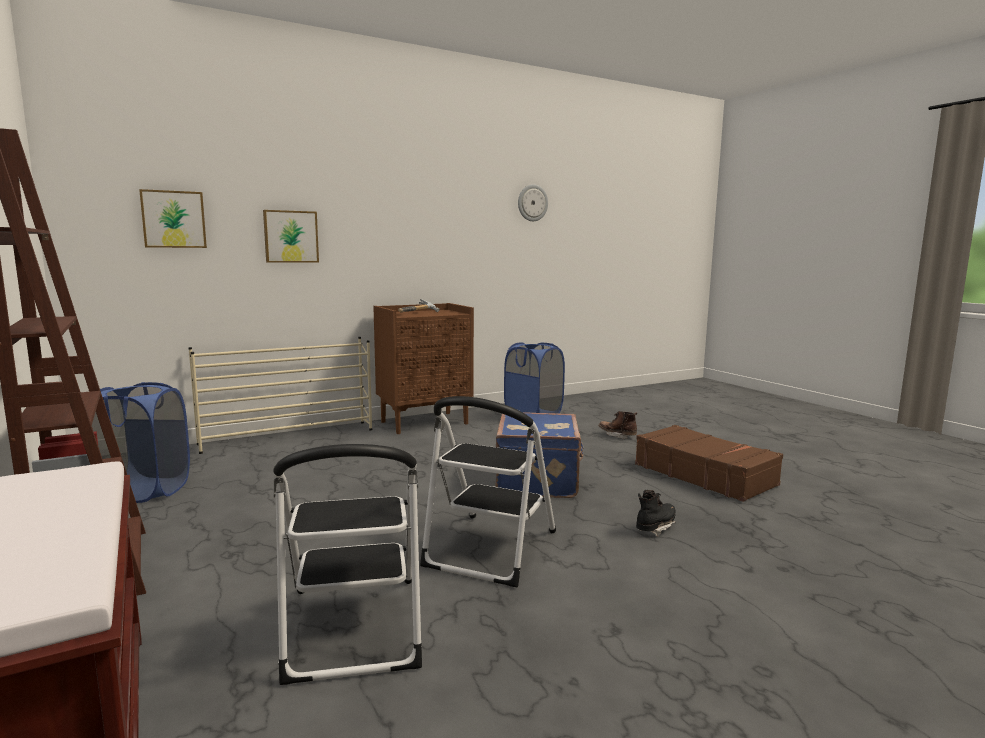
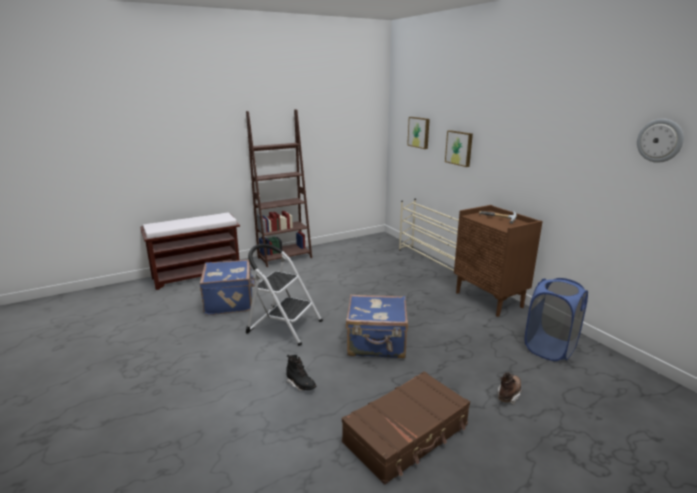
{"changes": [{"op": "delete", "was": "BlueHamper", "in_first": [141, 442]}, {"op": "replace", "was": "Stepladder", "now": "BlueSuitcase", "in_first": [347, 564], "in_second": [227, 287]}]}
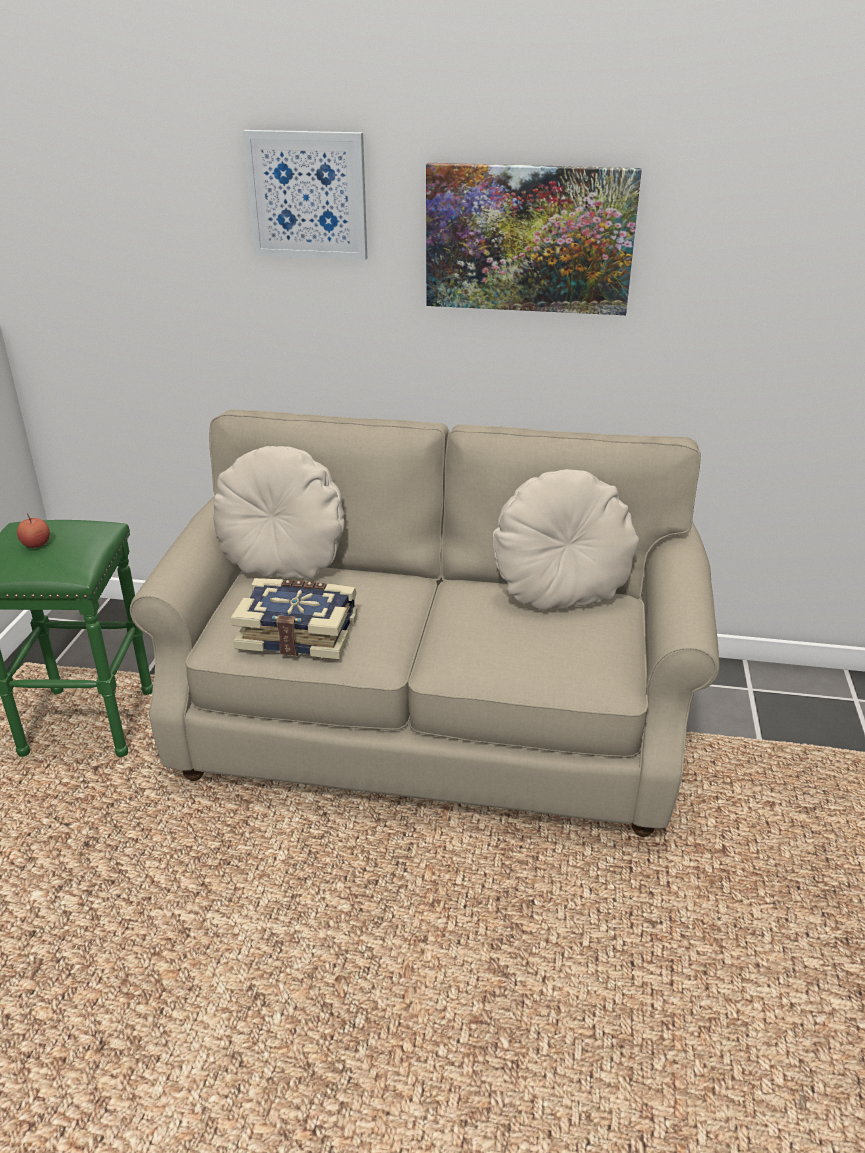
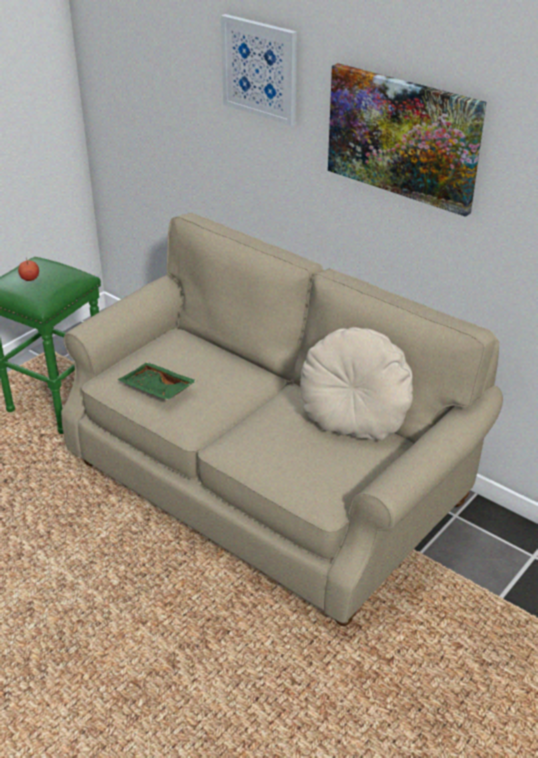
{"changes": [{"op": "delete", "was": "BeigeThrowPillow", "in_first": [279, 512]}, {"op": "replace", "was": "Volume", "now": "GreenServingTray", "in_first": [293, 619], "in_second": [157, 381]}]}
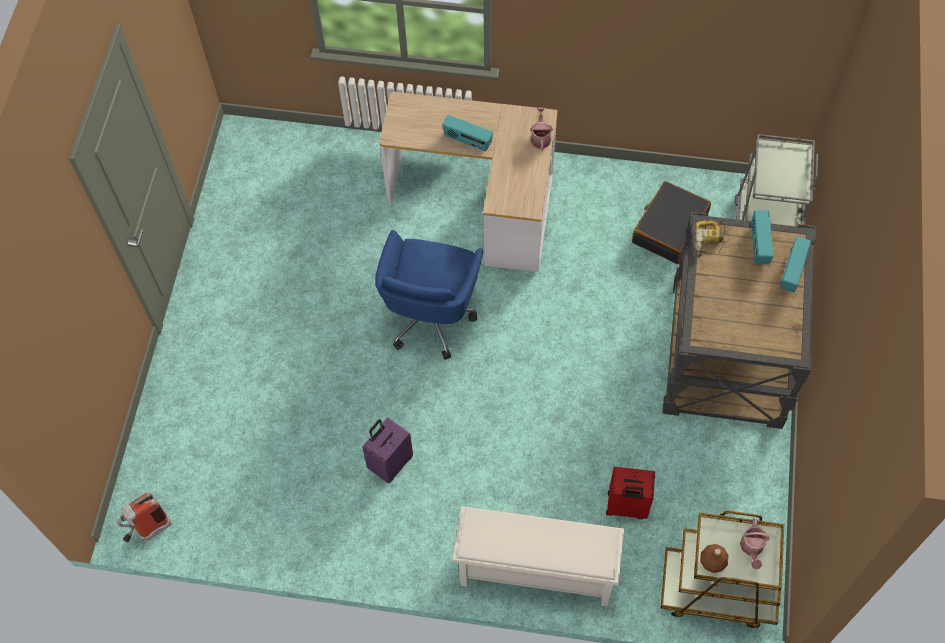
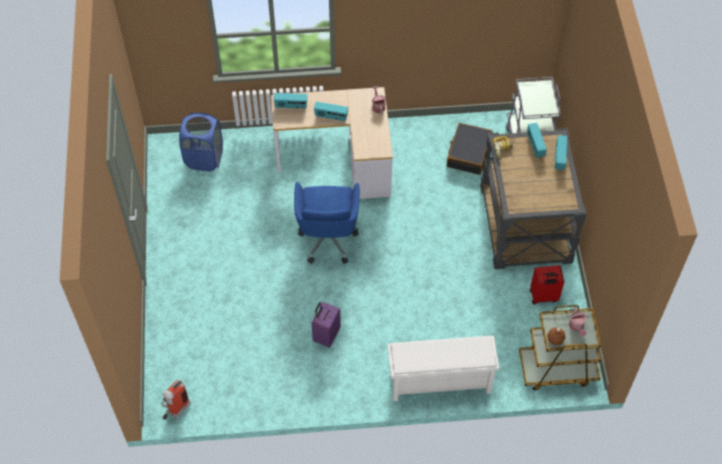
{"changes": [{"op": "insert", "now": "BlueHamper", "in_second": [201, 141]}, {"op": "insert", "now": "RadioReceiver", "in_second": [291, 101]}, {"op": "move", "was": "RedSuitcase", "in_first": [630, 493], "in_second": [547, 284]}]}
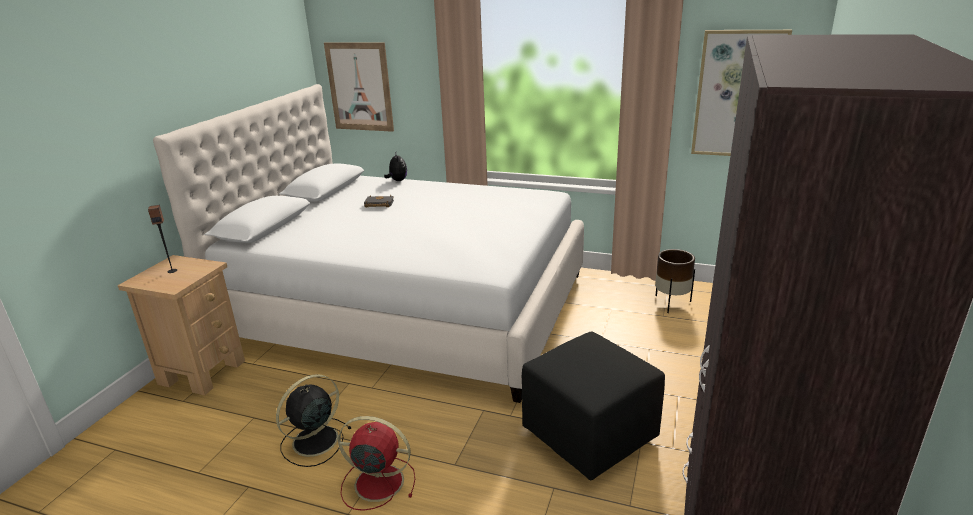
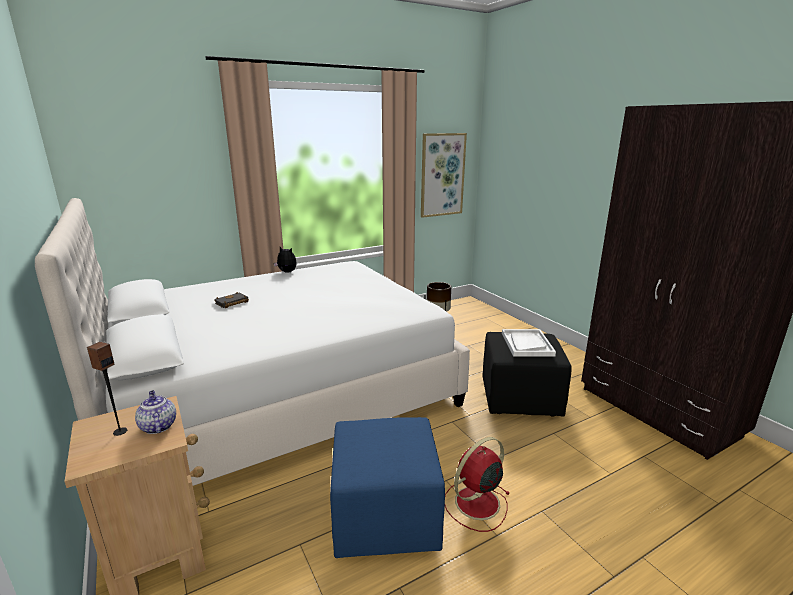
{"changes": [{"op": "delete", "was": "Picture", "in_first": [359, 87]}, {"op": "insert", "now": "TeaPot", "in_second": [155, 412]}, {"op": "insert", "now": "WhiteColouredServingTray", "in_second": [529, 343]}, {"op": "move", "was": "PlushToy", "in_first": [395, 167], "in_second": [285, 260]}, {"op": "replace", "was": "BlackFan", "now": "BluePouffe", "in_first": [313, 420], "in_second": [387, 487]}]}
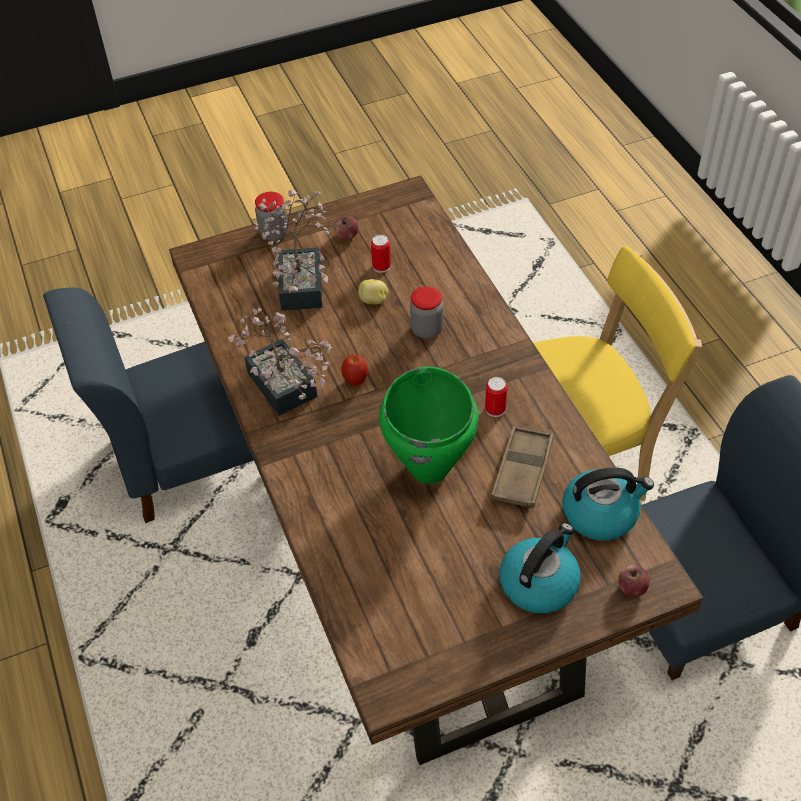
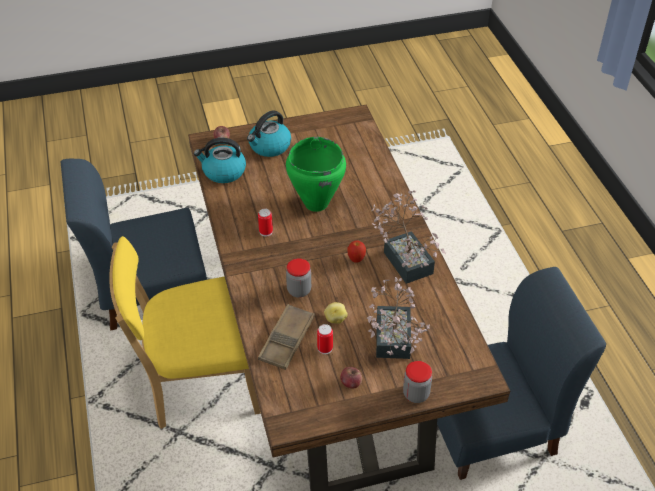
{"changes": [{"op": "move", "was": "BrownServingTray", "in_first": [522, 467], "in_second": [286, 337]}]}
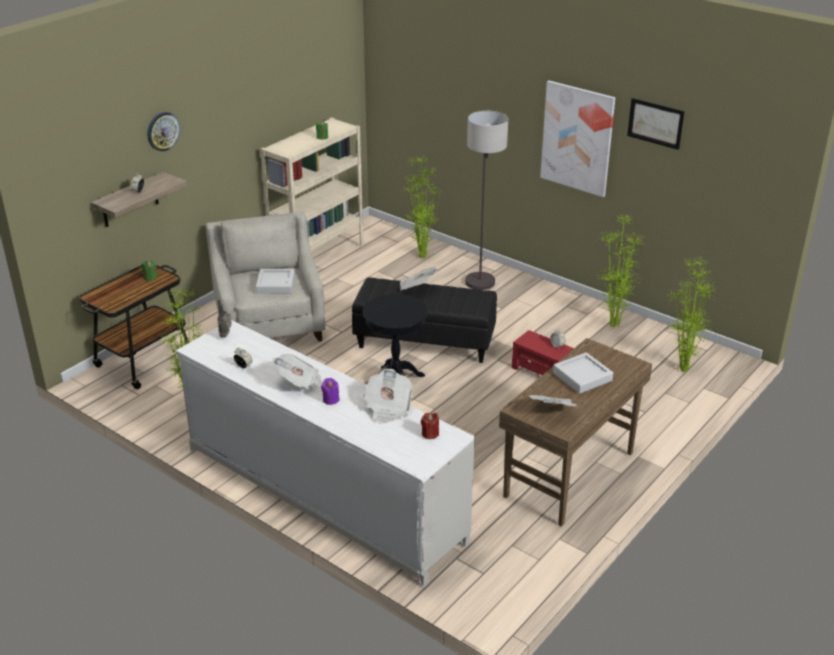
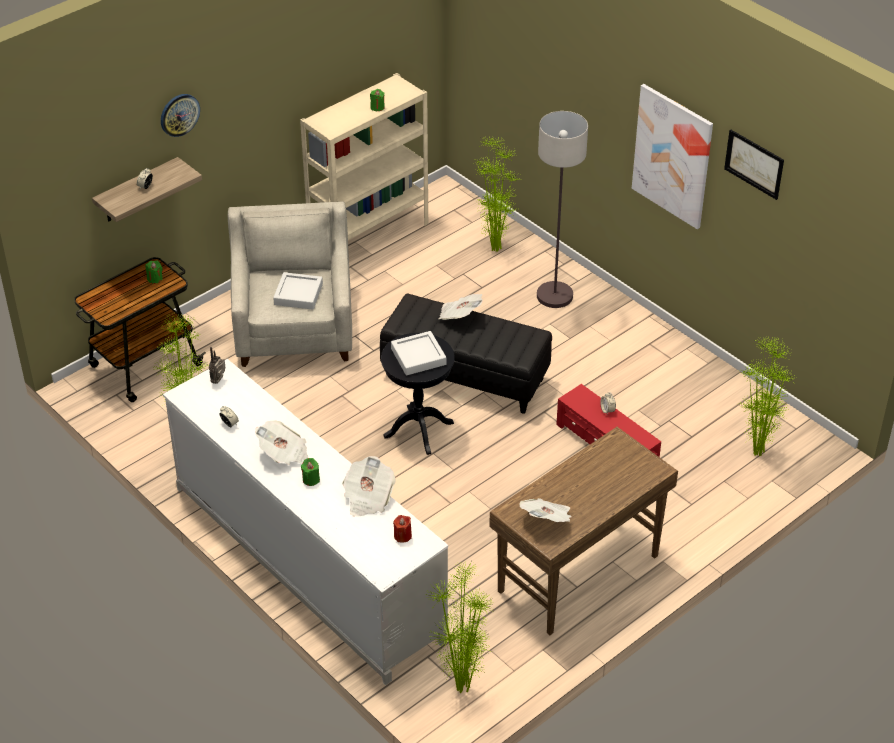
{"changes": [{"op": "move", "was": "GrayServingTray", "in_first": [583, 373], "in_second": [418, 353]}, {"op": "move", "was": "PlantInAPot", "in_first": [621, 271], "in_second": [460, 627]}, {"op": "recolor", "was": "PurplishWaxCandle", "now": "GreenWaxCandle", "in_first": [330, 391], "in_second": [310, 472]}]}
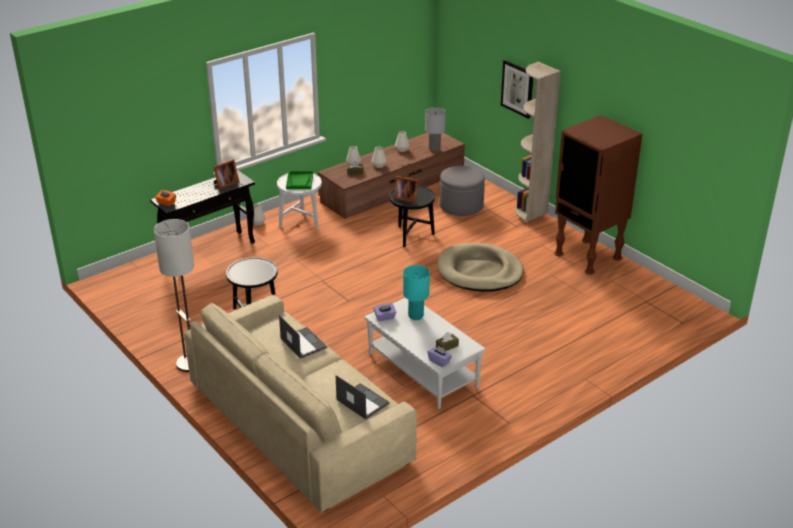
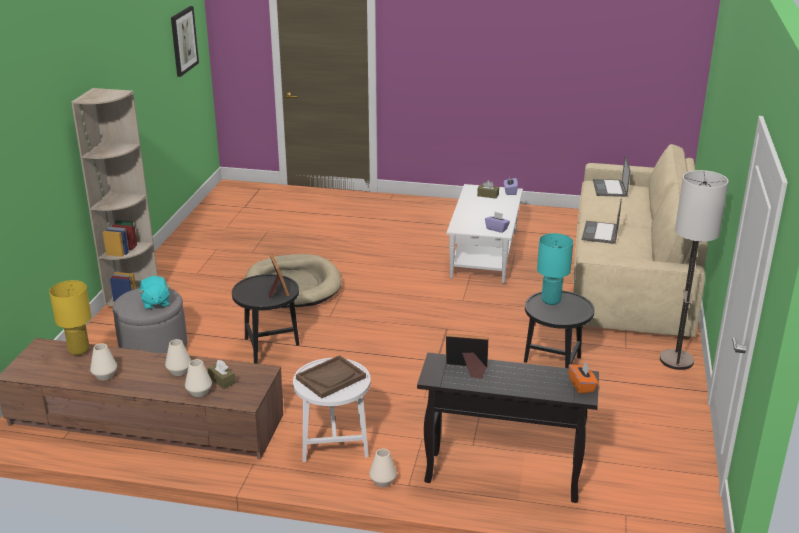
{"changes": [{"op": "delete", "was": "BrownCupboard", "in_first": [598, 195]}, {"op": "insert", "now": "BlueGreenPlushToy", "in_second": [154, 293]}, {"op": "move", "was": "BlueGreenLampForATable", "in_first": [416, 292], "in_second": [555, 269]}, {"op": "move", "was": "Picture", "in_first": [517, 89], "in_second": [185, 41]}, {"op": "recolor", "was": "GreenServingTray", "now": "BrownServingTray", "in_first": [299, 180], "in_second": [331, 377]}, {"op": "recolor", "was": "GrayLampForATable", "now": "YellowColouredLampForATable", "in_first": [435, 129], "in_second": [70, 317]}]}
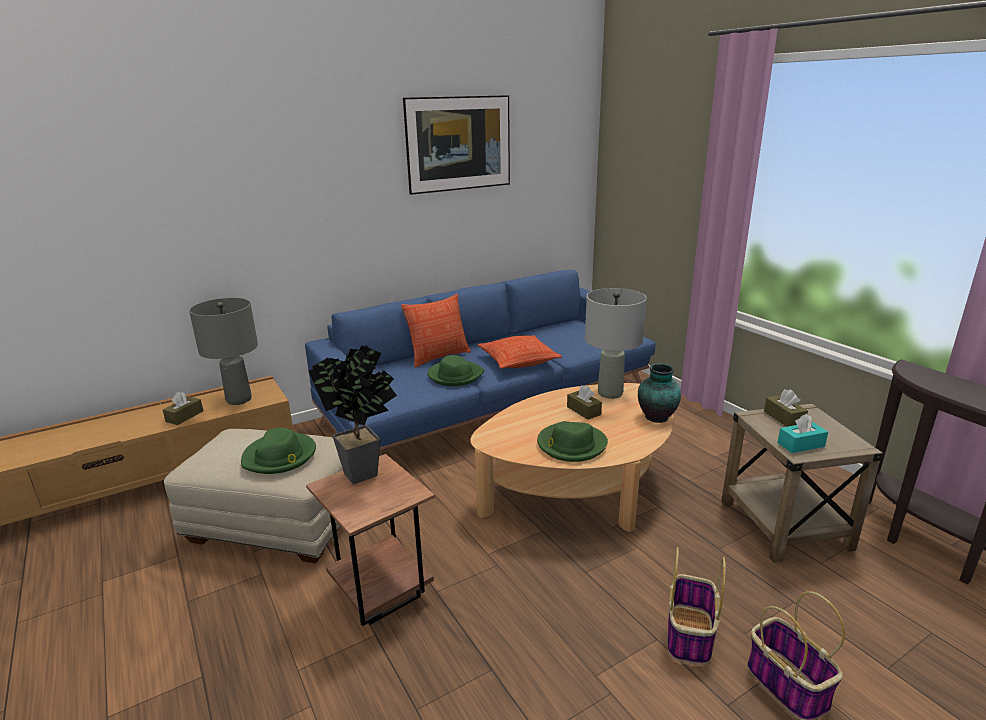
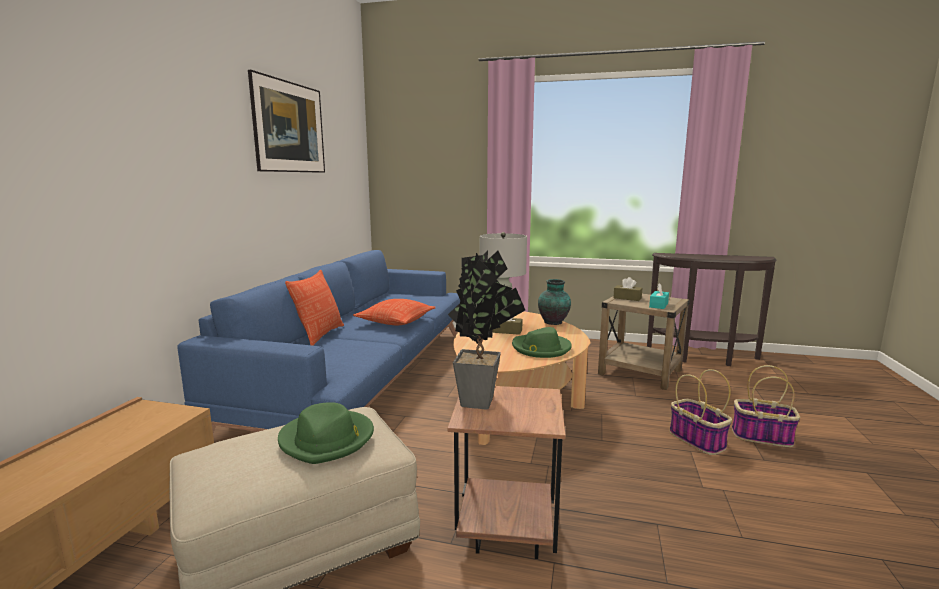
{"changes": [{"op": "delete", "was": "BrownTissueHolder", "in_first": [183, 408]}, {"op": "delete", "was": "GrayLampForATable", "in_first": [223, 351]}, {"op": "delete", "was": "GreenHat", "in_first": [456, 370]}]}
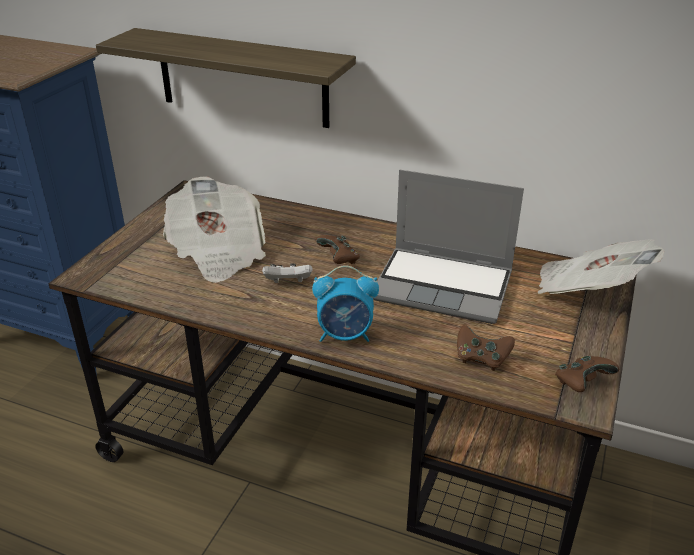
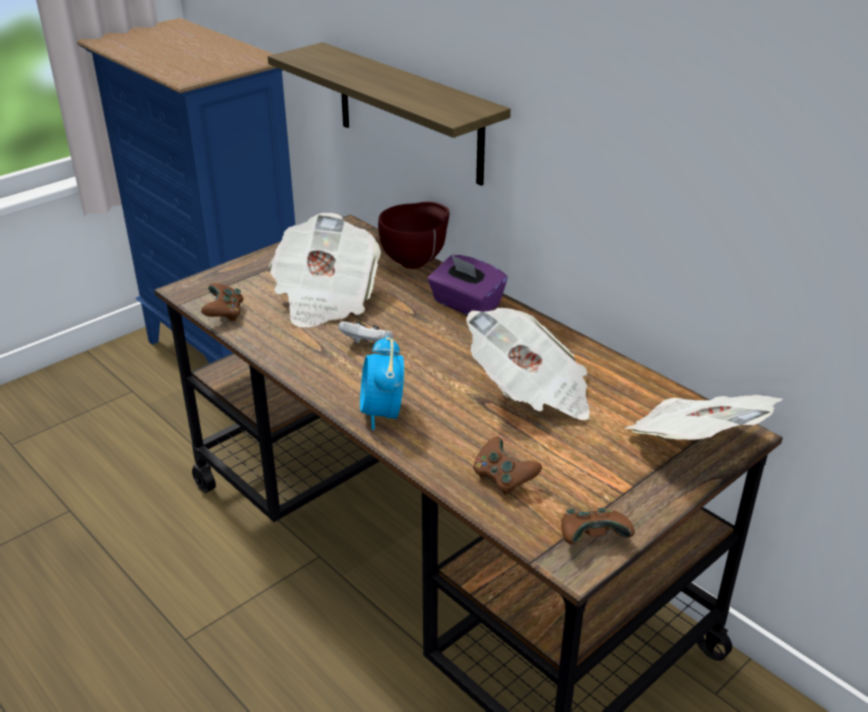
{"changes": [{"op": "insert", "now": "BrownBowl", "in_second": [413, 235]}, {"op": "insert", "now": "PurplishTissueHolder", "in_second": [467, 285]}, {"op": "move", "was": "BrownGameController", "in_first": [338, 249], "in_second": [222, 302]}, {"op": "replace", "was": "PortableComputer", "now": "DailyPaper", "in_first": [448, 247], "in_second": [528, 364]}, {"op": "rotate", "was": "AlarmClock", "in_first": [345, 303], "in_second": [382, 382], "clockwise": 60}]}
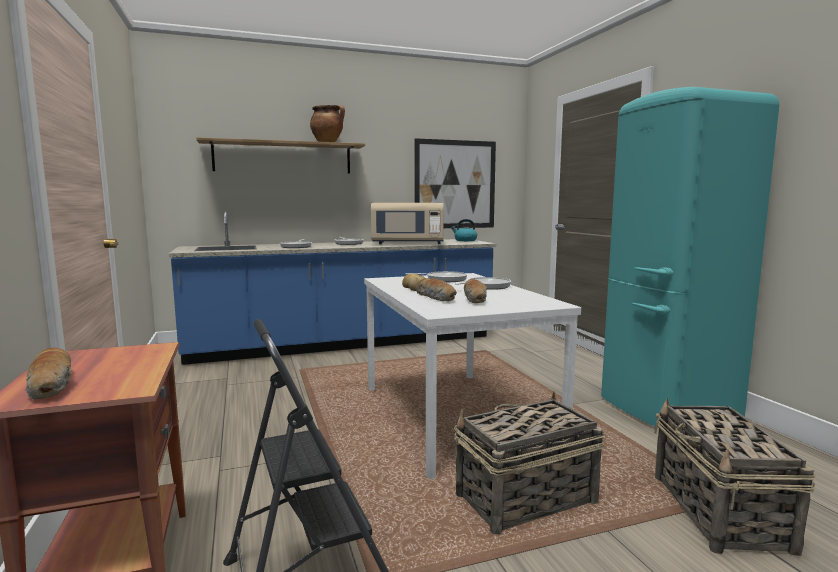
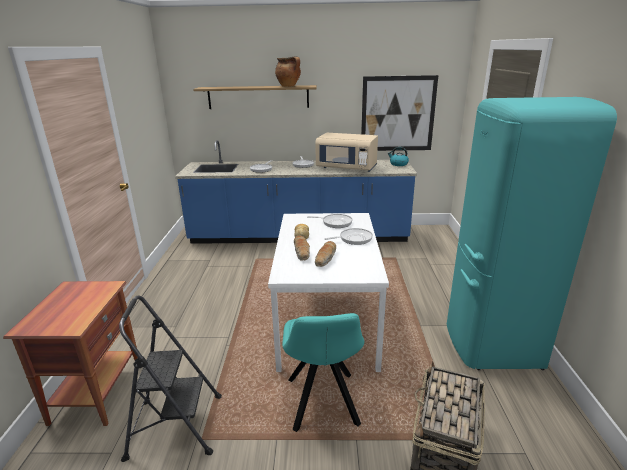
{"changes": [{"op": "delete", "was": "BakedBread", "in_first": [48, 373]}, {"op": "replace", "was": "Basket", "now": "BlueGreenChair", "in_first": [529, 463], "in_second": [323, 372]}]}
